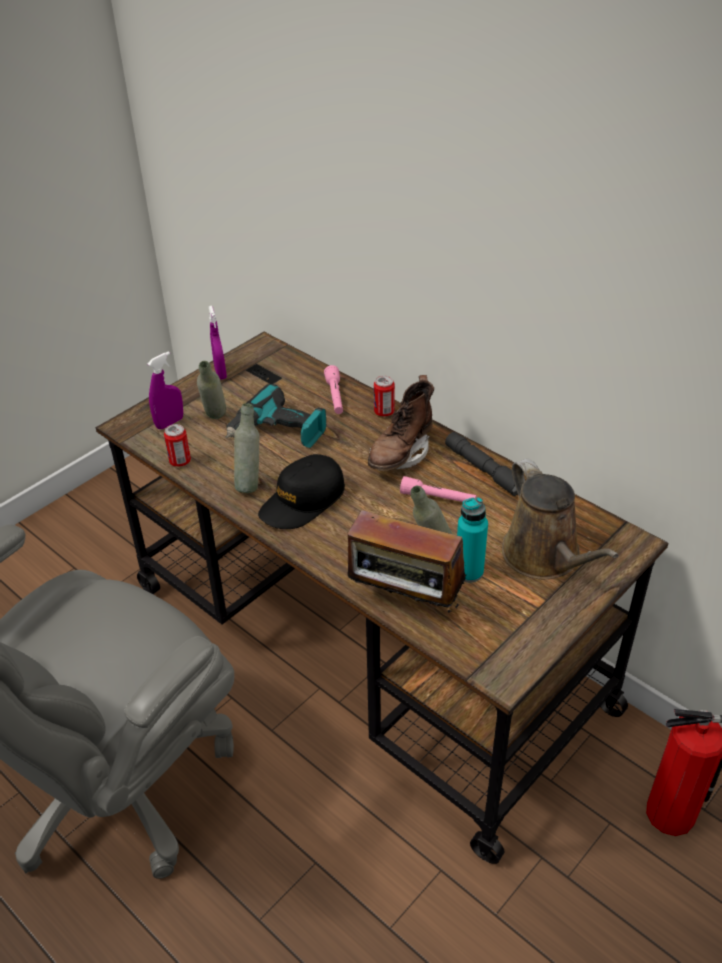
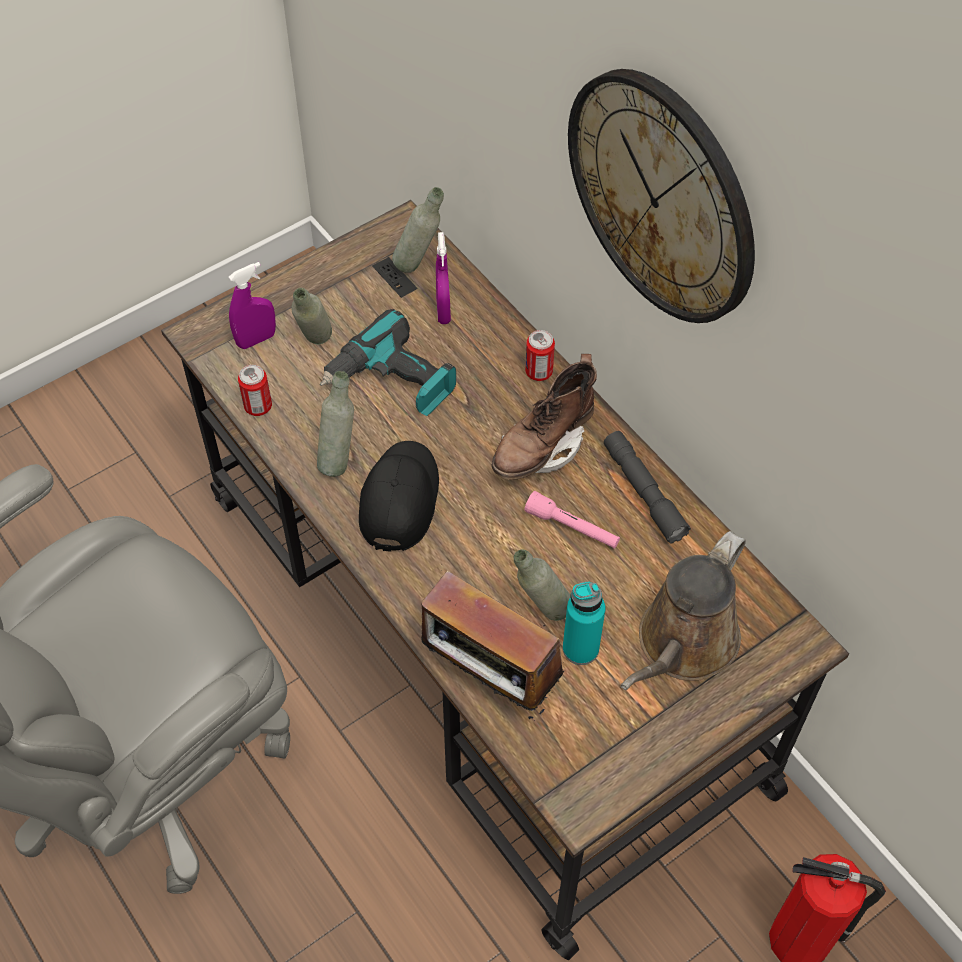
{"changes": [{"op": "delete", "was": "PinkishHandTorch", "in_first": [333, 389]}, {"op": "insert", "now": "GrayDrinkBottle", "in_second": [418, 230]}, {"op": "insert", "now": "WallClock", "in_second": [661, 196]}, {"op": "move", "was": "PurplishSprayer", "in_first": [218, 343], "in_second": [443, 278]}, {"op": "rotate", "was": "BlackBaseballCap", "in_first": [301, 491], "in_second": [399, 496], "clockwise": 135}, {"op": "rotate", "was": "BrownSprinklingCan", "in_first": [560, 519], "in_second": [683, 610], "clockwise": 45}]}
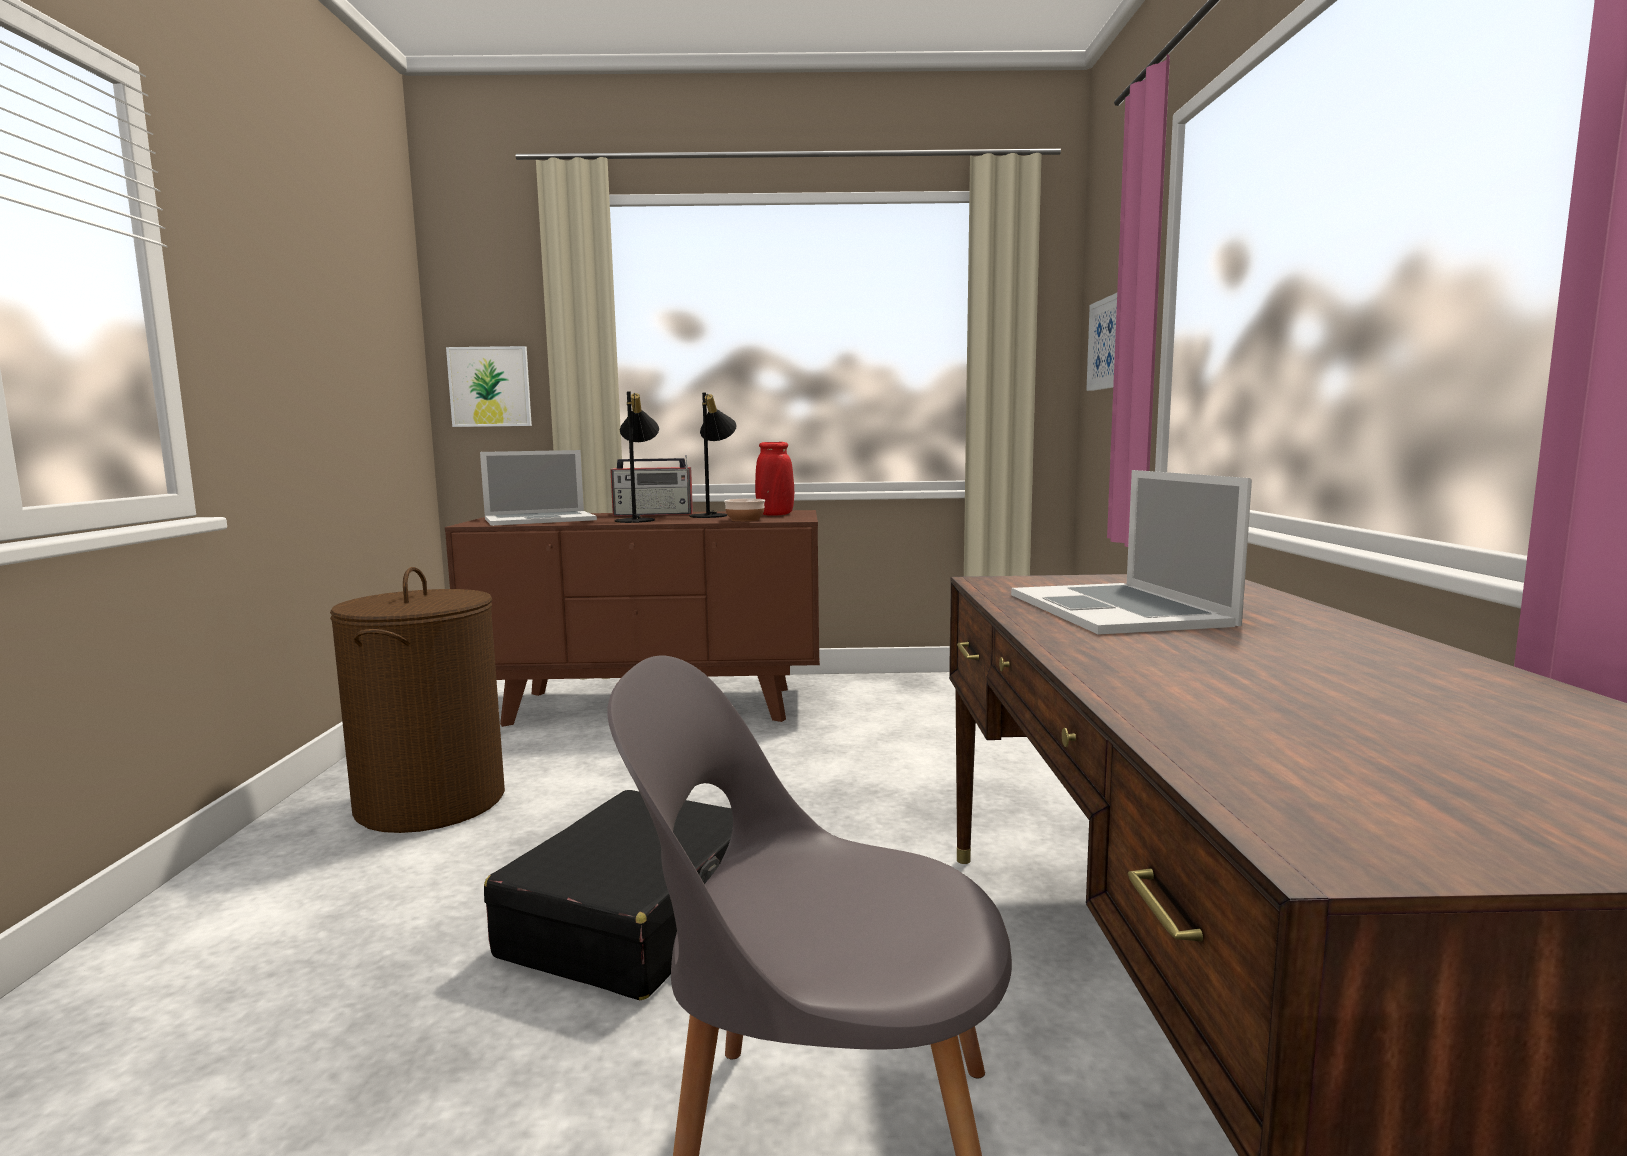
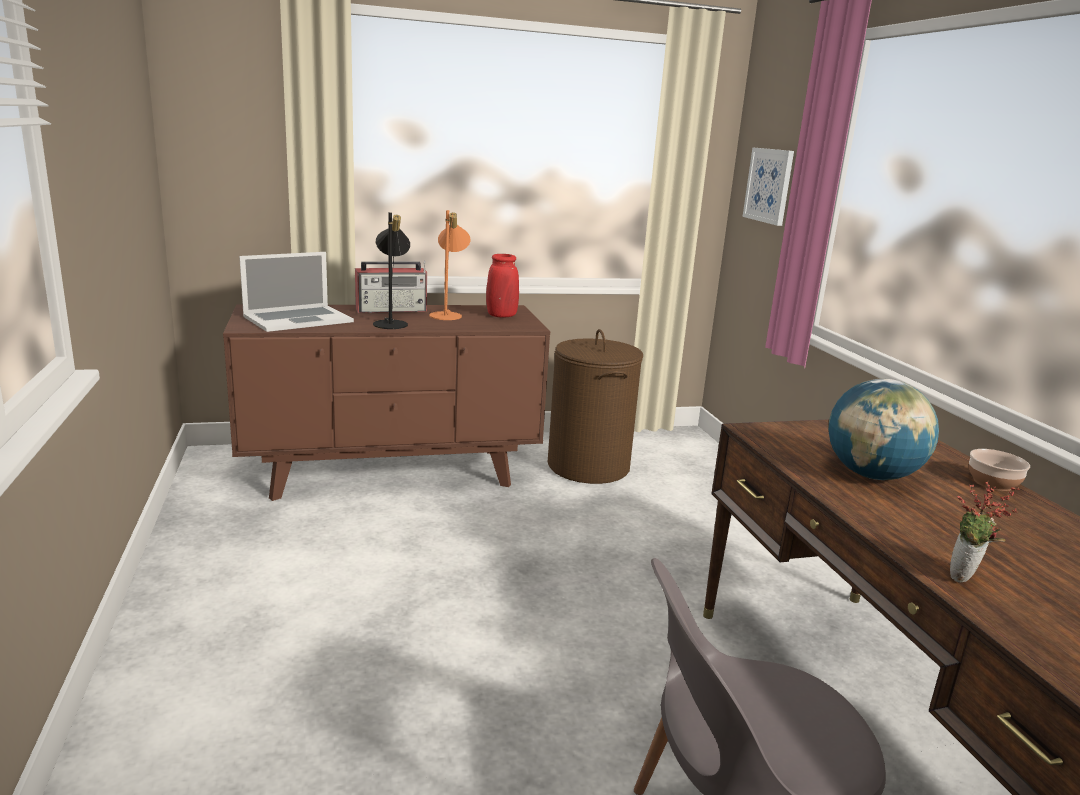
{"changes": [{"op": "delete", "was": "Picture", "in_first": [489, 386]}, {"op": "delete", "was": "BlackSuitcase", "in_first": [608, 895]}, {"op": "insert", "now": "PlantInAPot", "in_second": [985, 532]}, {"op": "move", "was": "BrownHamper", "in_first": [417, 700], "in_second": [595, 406]}, {"op": "move", "was": "Bowl", "in_first": [744, 510], "in_second": [999, 470]}, {"op": "replace", "was": "PortableComputer", "now": "Globe", "in_first": [1131, 552], "in_second": [883, 429]}, {"op": "recolor", "was": "BlackLampForATable", "now": "OrangeColouredLampForATable", "in_first": [712, 455], "in_second": [450, 265]}]}
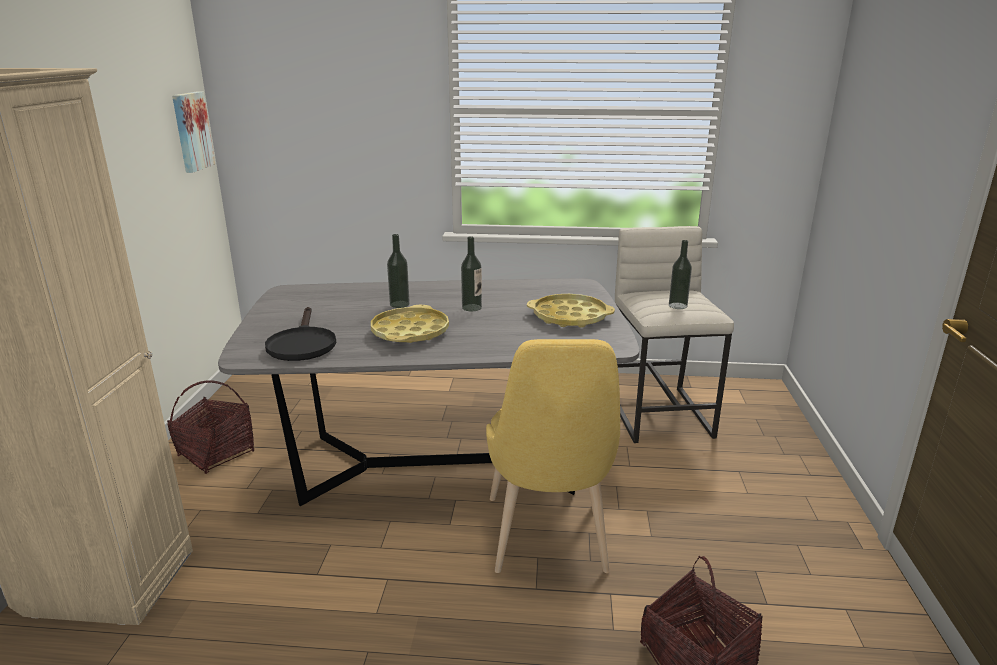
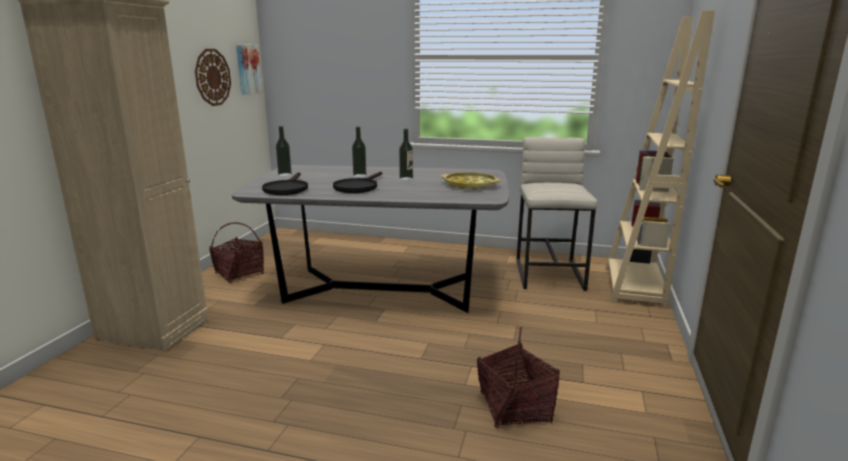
{"changes": [{"op": "delete", "was": "YellowColouredChair", "in_first": [553, 456]}, {"op": "insert", "now": "WallClock", "in_second": [213, 77]}, {"op": "insert", "now": "BeigeBookshelf", "in_second": [660, 159]}, {"op": "move", "was": "DrinkBottle", "in_first": [680, 274], "in_second": [284, 151]}, {"op": "replace", "was": "YellowColouredServingTray", "now": "BlackSkillet", "in_first": [410, 324], "in_second": [357, 182]}]}
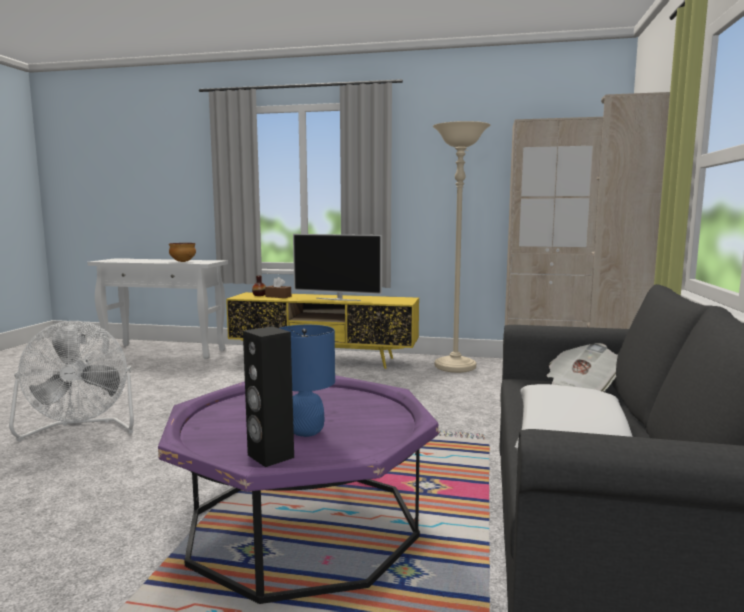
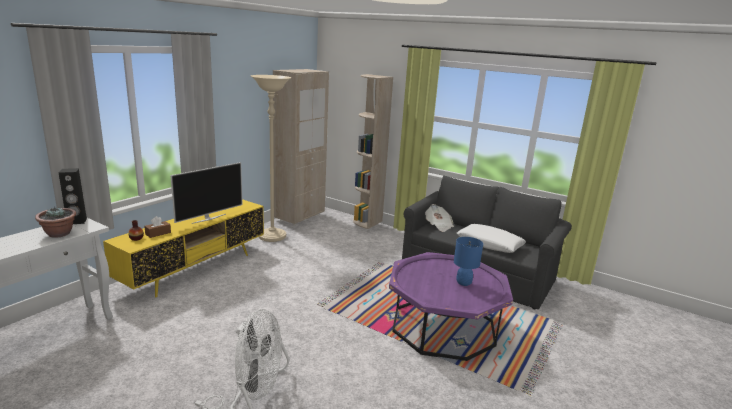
{"changes": [{"op": "move", "was": "BlackLoudspeaker", "in_first": [268, 396], "in_second": [73, 196]}, {"op": "replace", "was": "Bowl", "now": "PlantInAPot", "in_first": [182, 252], "in_second": [55, 222]}]}
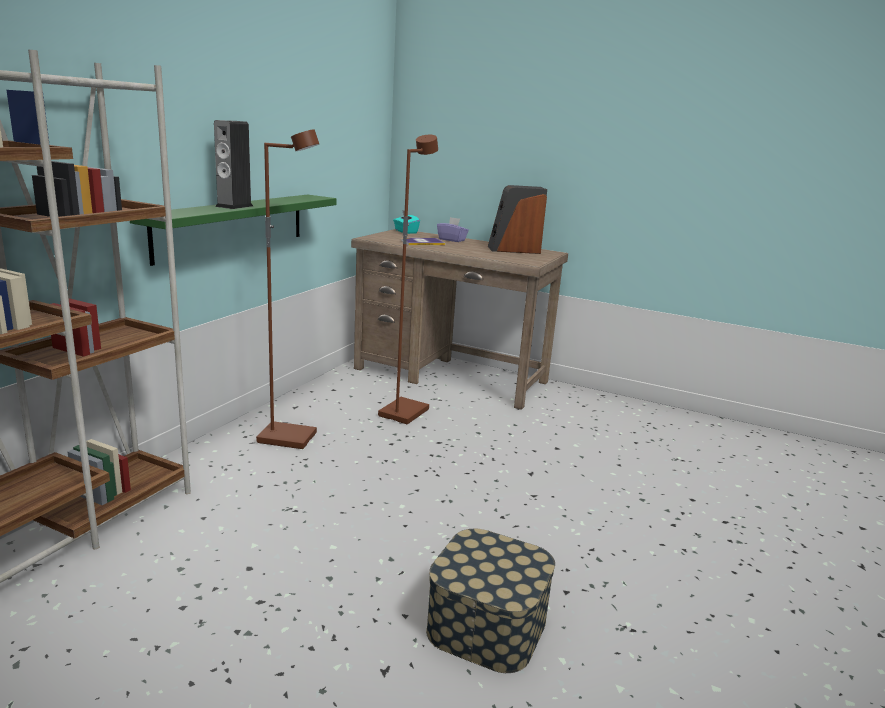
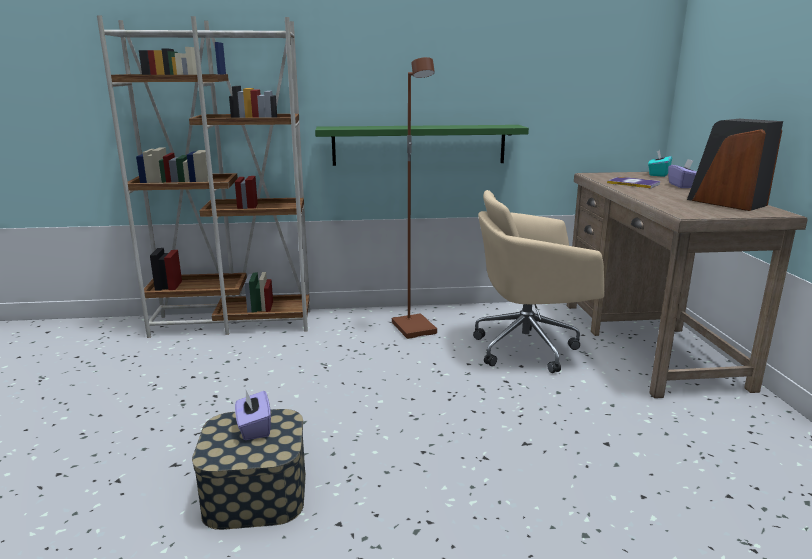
{"changes": [{"op": "delete", "was": "Loudspeaker", "in_first": [233, 164]}, {"op": "insert", "now": "PurplishTissueHolder", "in_second": [253, 415]}, {"op": "replace", "was": "BrownFloorLamp", "now": "BeigeDeskChair", "in_first": [408, 279], "in_second": [539, 281]}]}
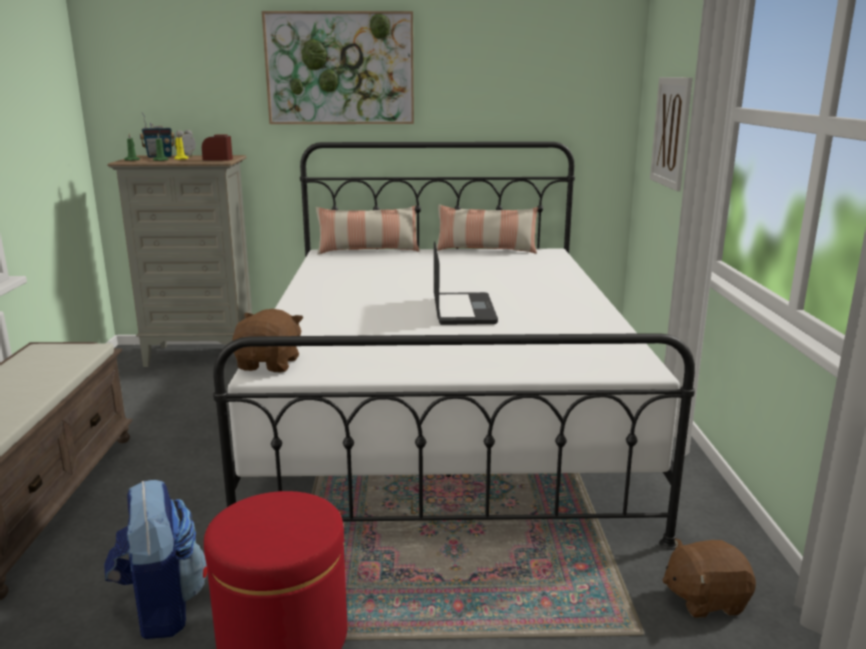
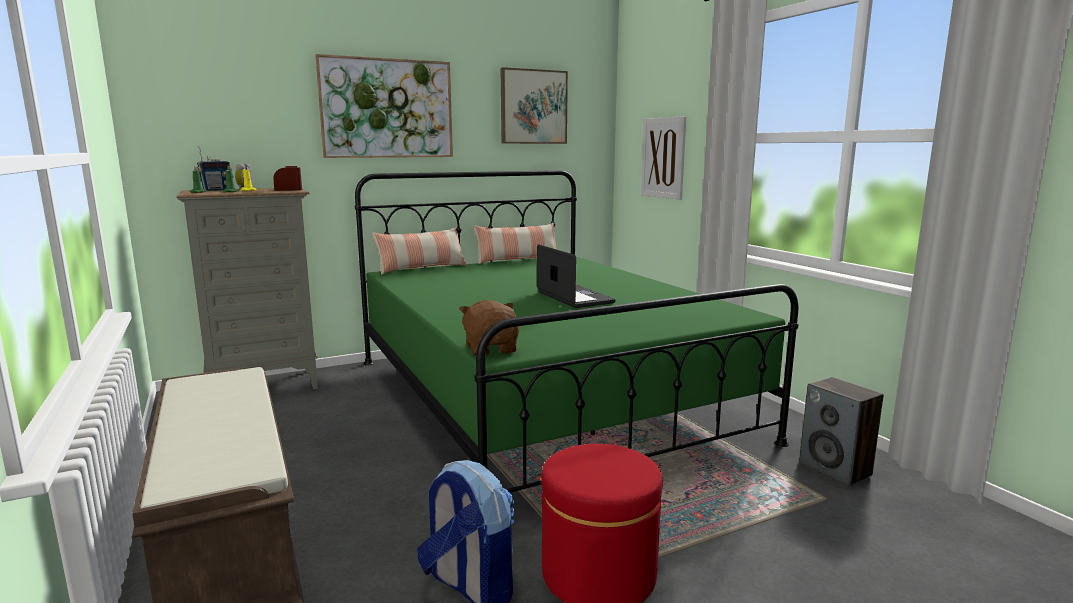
{"changes": [{"op": "insert", "now": "Picture", "in_second": [534, 105]}, {"op": "replace", "was": "BrownPlushToy", "now": "Loudspeaker", "in_first": [709, 578], "in_second": [841, 432]}, {"op": "recolor", "was": "WhiteColouredBedroomBed", "now": "GreenBedroomBed", "in_first": [454, 346], "in_second": [577, 331]}]}
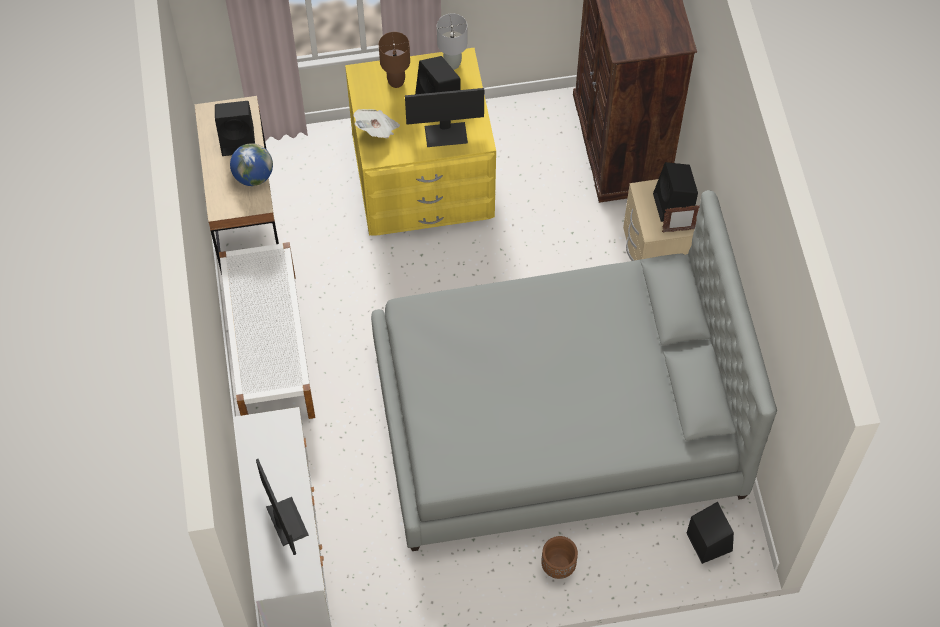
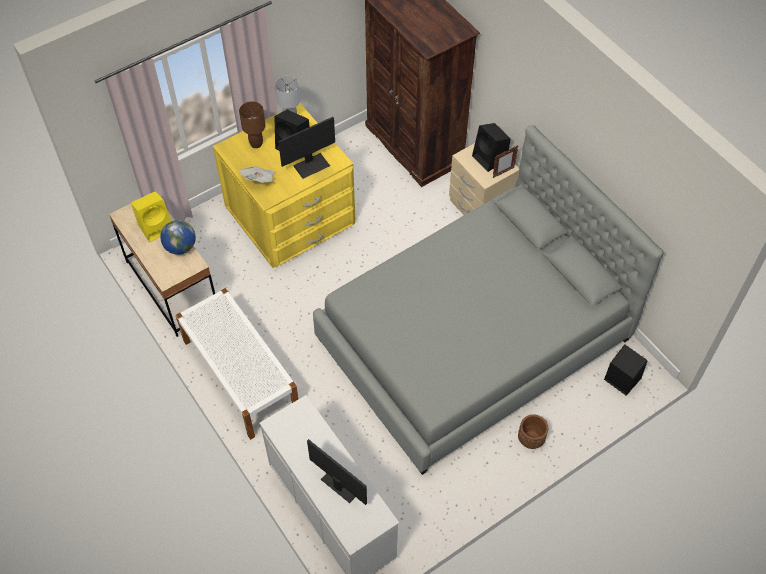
{"changes": [{"op": "recolor", "was": "BlackLoudspeaker", "now": "YellowColouredLoudspeaker", "in_first": [235, 128], "in_second": [151, 216]}]}
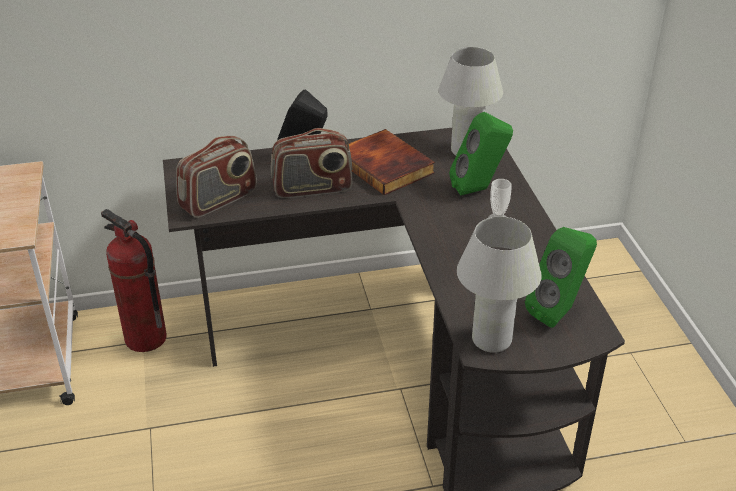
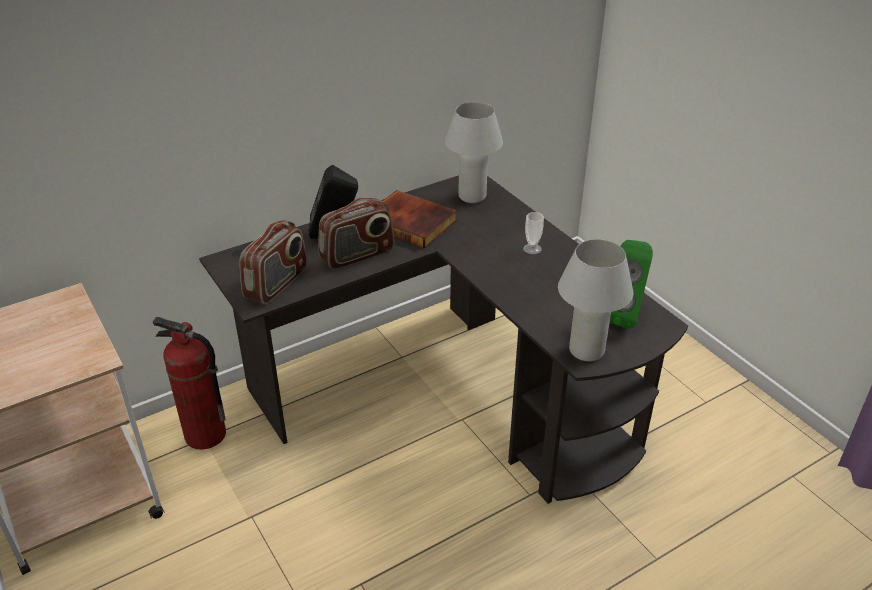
{"changes": [{"op": "delete", "was": "GreenLoudspeaker", "in_first": [481, 154]}]}
